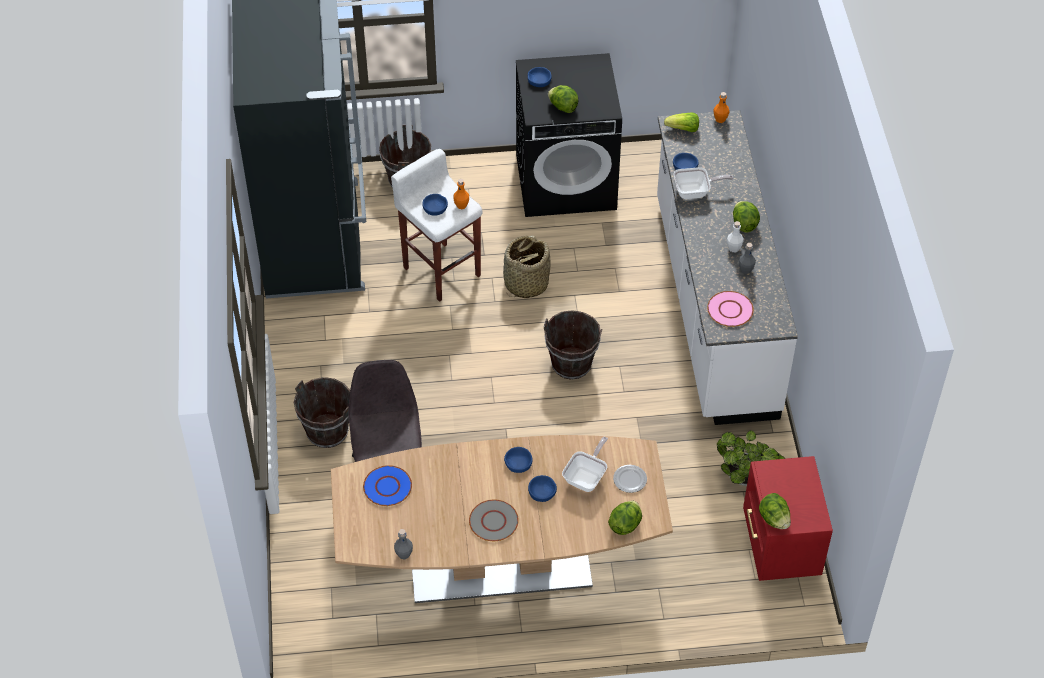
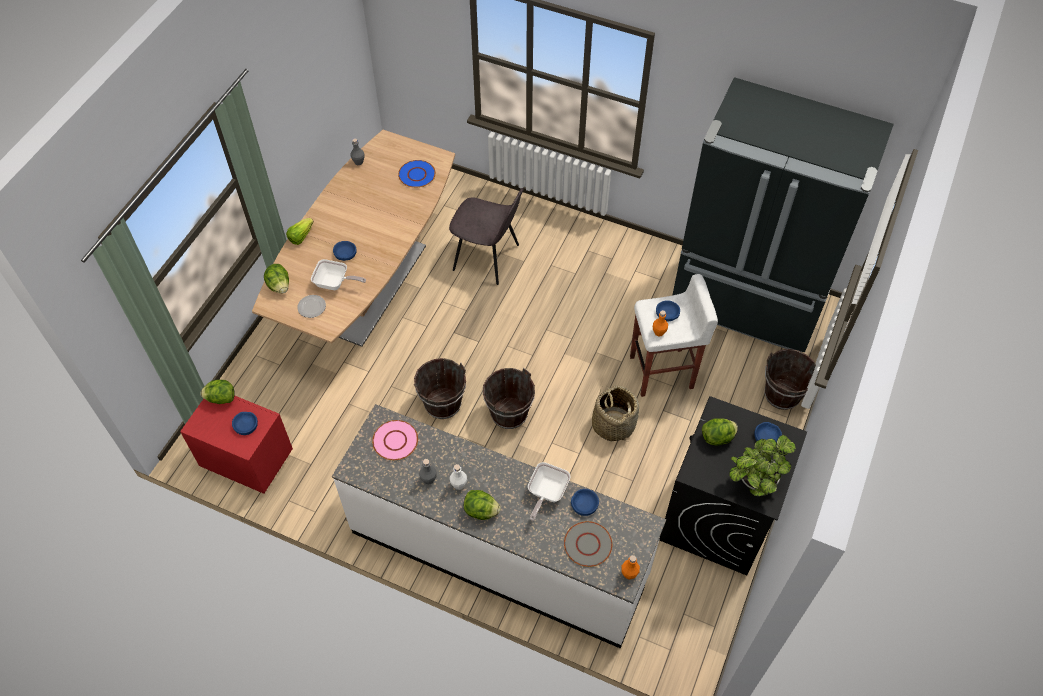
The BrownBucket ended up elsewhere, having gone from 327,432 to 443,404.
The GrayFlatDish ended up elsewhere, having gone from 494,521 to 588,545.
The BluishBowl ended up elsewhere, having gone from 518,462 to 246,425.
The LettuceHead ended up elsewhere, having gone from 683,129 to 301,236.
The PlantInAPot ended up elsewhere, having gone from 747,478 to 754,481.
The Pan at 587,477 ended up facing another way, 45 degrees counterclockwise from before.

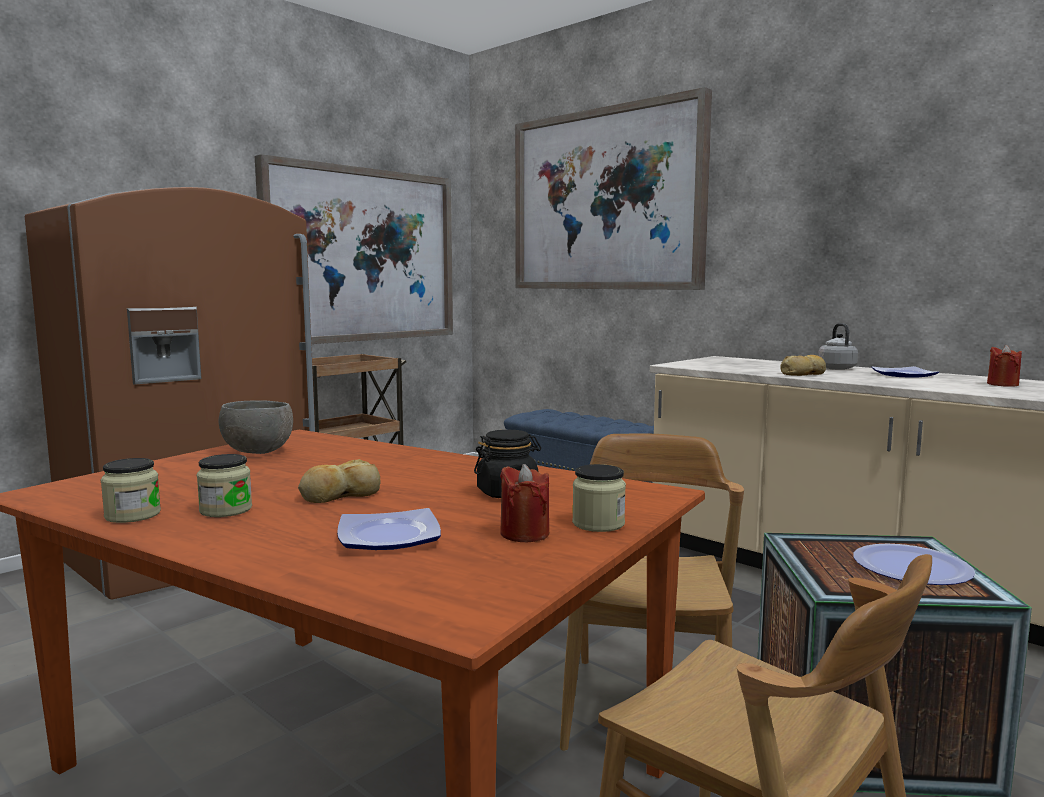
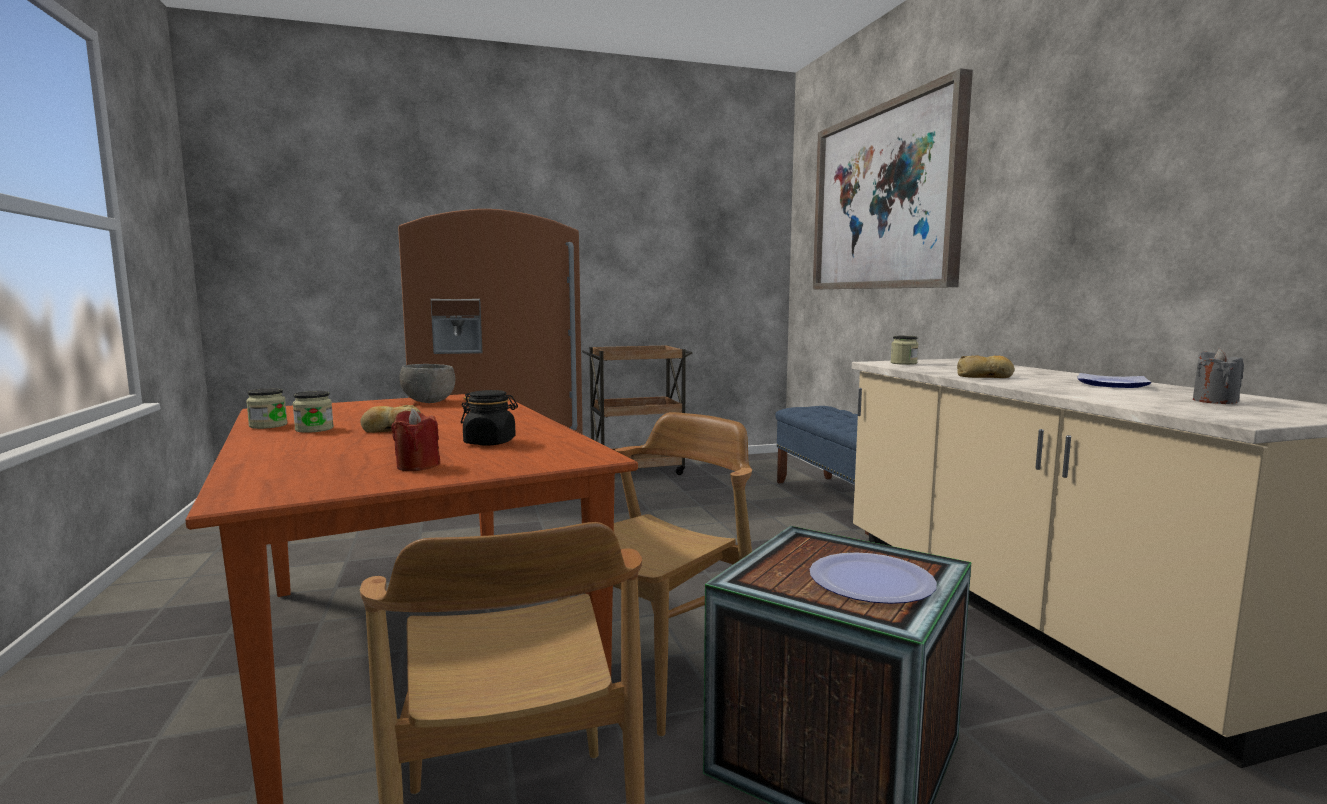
The second view lost the Picture at 362,255.
The second view lost the FlatDish at 387,536.
The second view lost the GrayWaterKettle at 835,368.
The PreserveJar ended up elsewhere, having gone from 598,524 to 903,363.
What was the RedColouredWaxLight at 1002,384 turned into the GrayWaxLight at 1214,401.

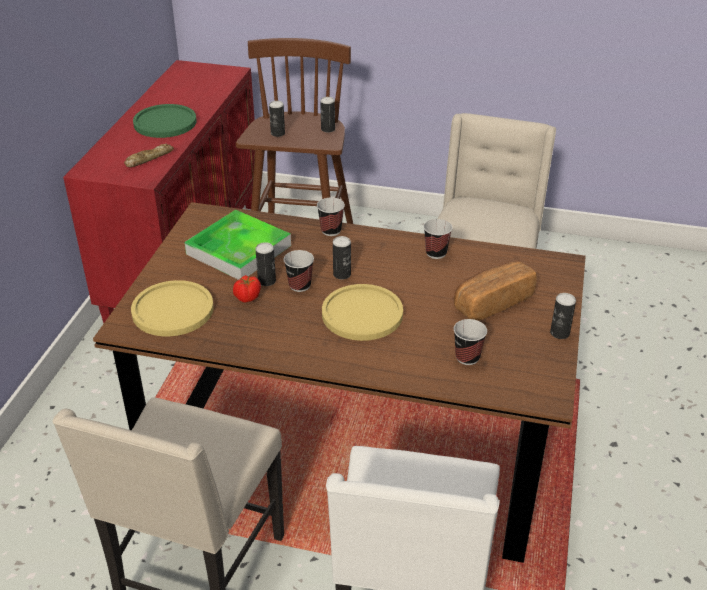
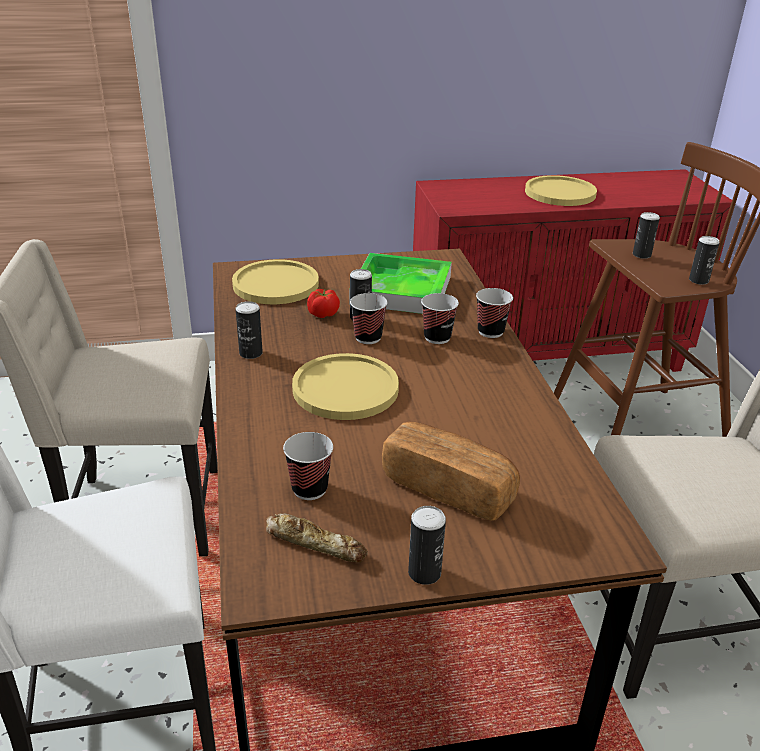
The BakedBread ended up elsewhere, having gone from 148,158 to 315,543.
The Can ended up elsewhere, having gone from 342,274 to 251,353.
The SmallCup ended up elsewhere, having gone from 436,253 to 437,337.
What was the GreenishFlatDish at 165,122 turned into the YellowishFlatDish at 560,193.

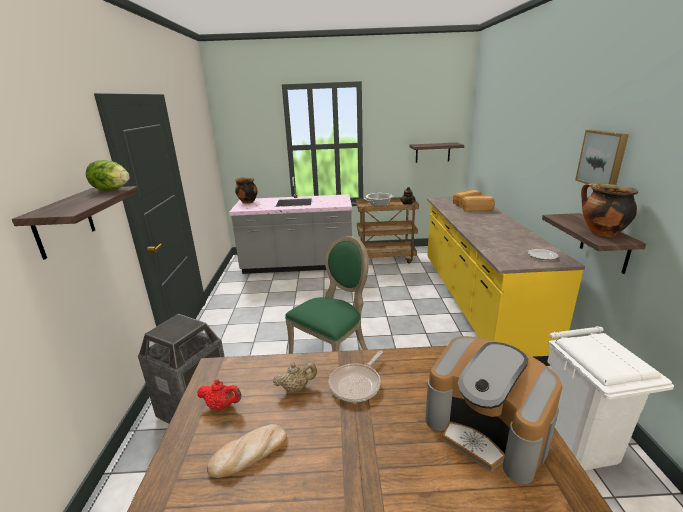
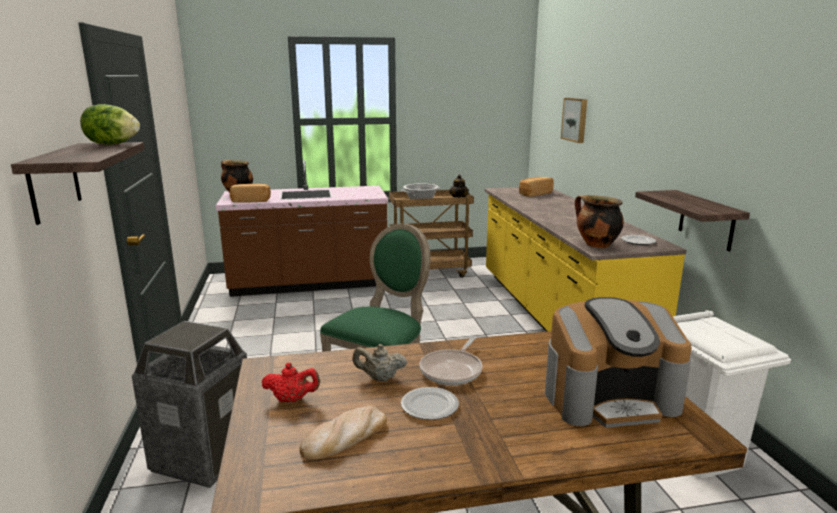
The second view lost the WallShelf at 432,152.
The second view gained the FlatDish at 429,406.
The BakedBread ended up elsewhere, having gone from 476,209 to 251,200.
The Picture ended up elsewhere, having gone from 602,159 to 575,119.
The Saucepot ended up elsewhere, having gone from 601,233 to 596,245.
What was the GrayCounter at 298,265 turned into the BrownCounter at 309,284.
The BeigeColouredTeapot at 296,388 ended up facing another way, 150 degrees counterclockwise from before.
The CoffeeMachine at 486,430 ended up facing another way, 45 degrees counterclockwise from before.

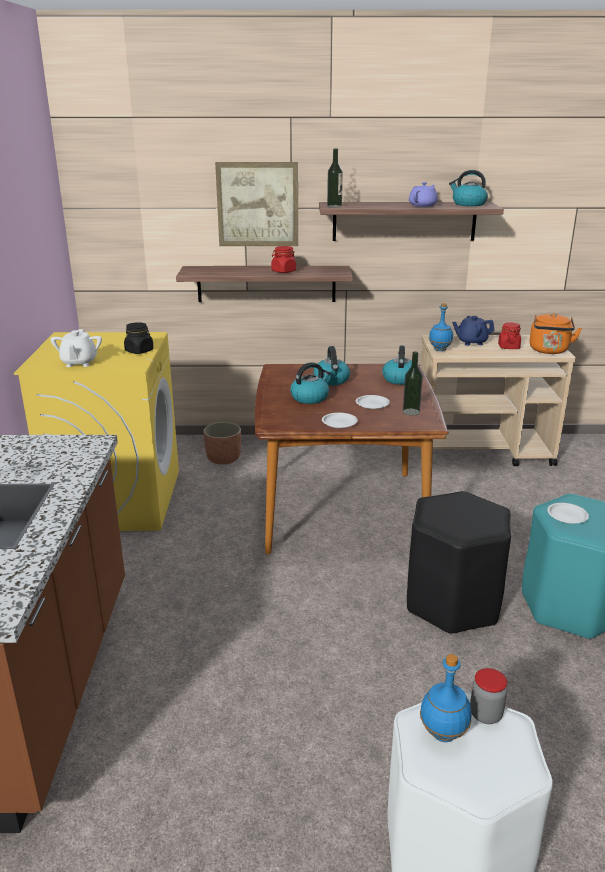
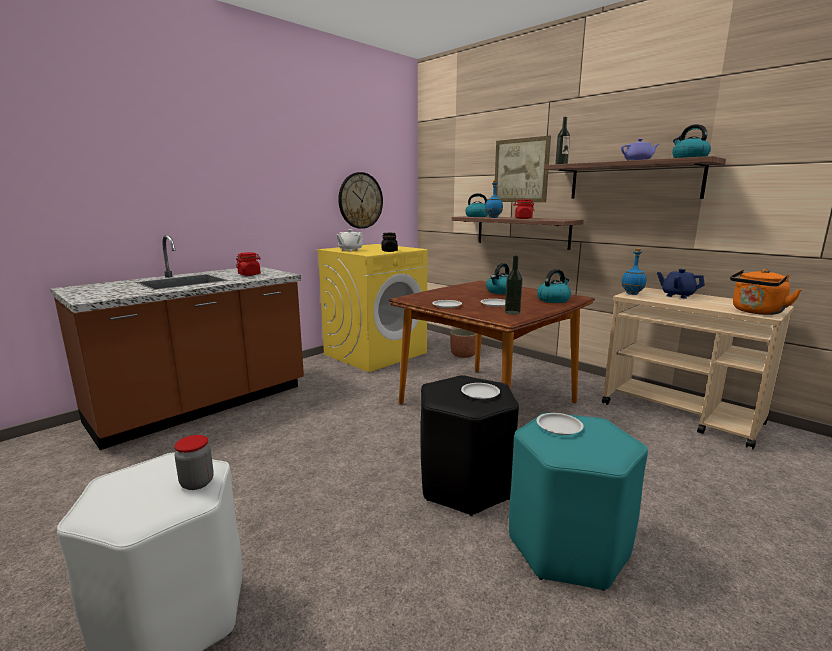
The second view gained the HangingClock at 360,200.
The second view gained the WhitishFlatDish at 480,393.
The WaterKettle ended up elsewhere, having gone from 310,397 to 477,216.
The BluishBeverageBottle ended up elsewhere, having gone from 442,733 to 493,217.
The RedColouredPreserveJar ended up elsewhere, having gone from 508,347 to 249,274.

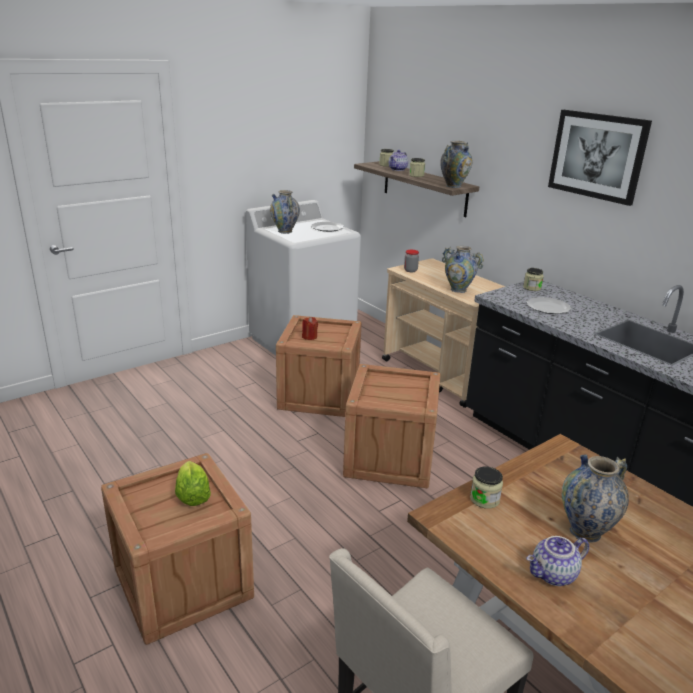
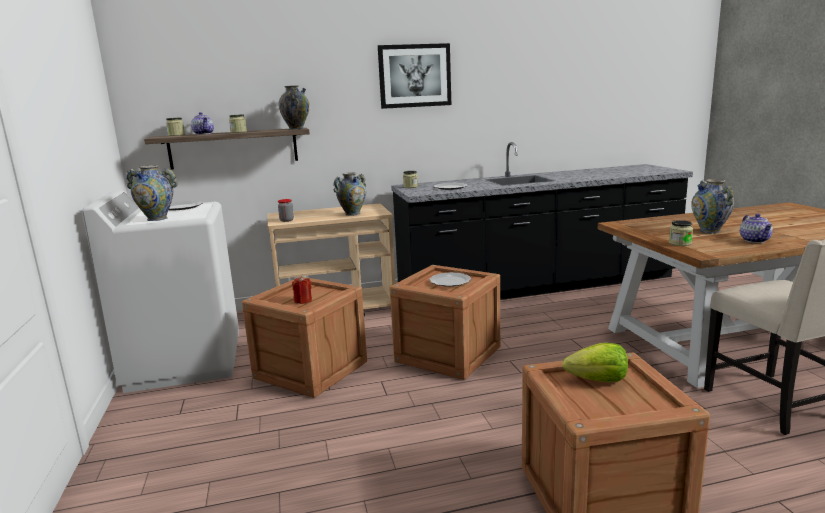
The second view gained the FlatDish at 450,281.

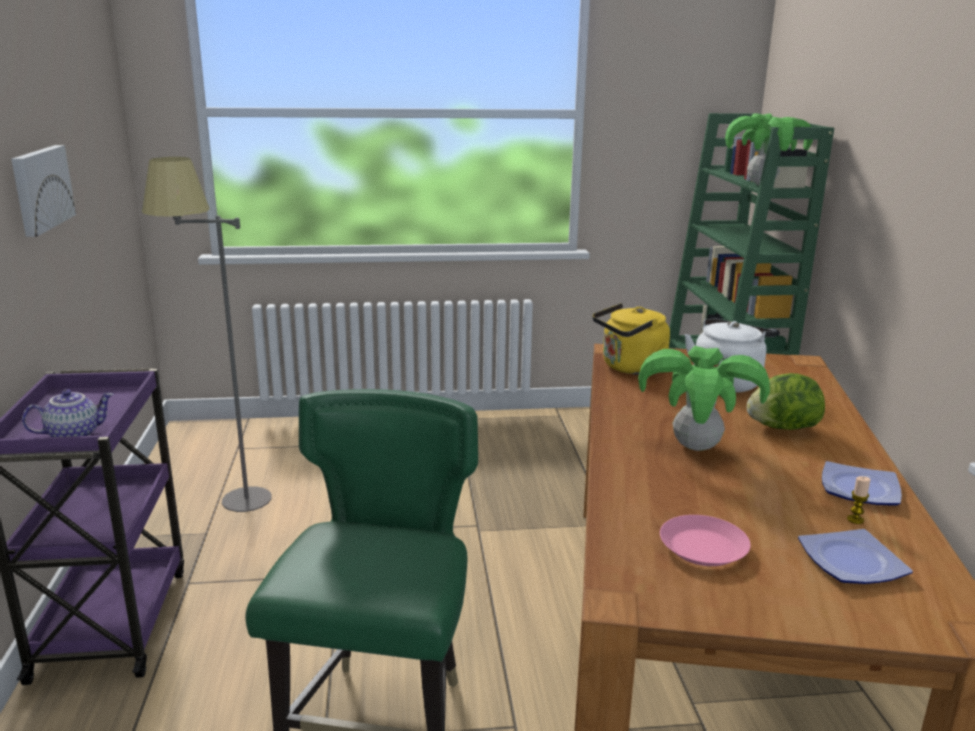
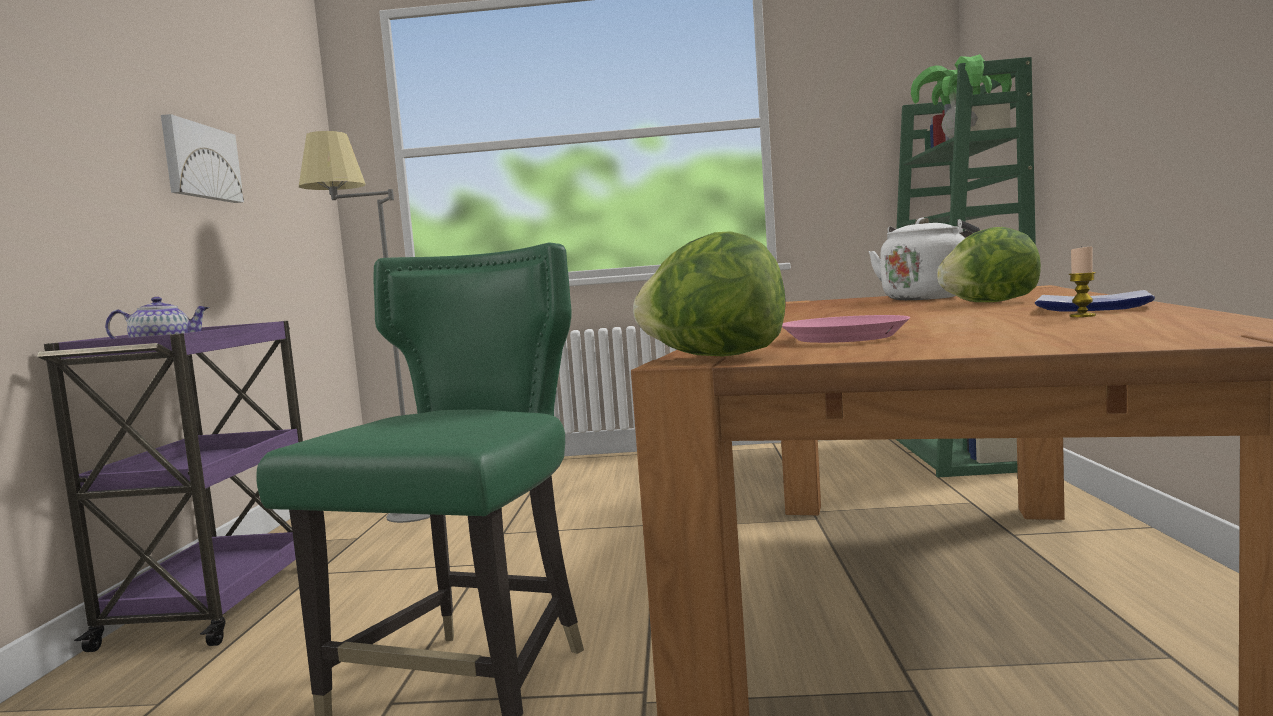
The second view lost the YellowishWaterKettle at 630,368.
The second view lost the PlantInAPot at 696,446.
The second view lost the FlatDish at 849,561.
The second view gained the LettuceHead at 715,356.

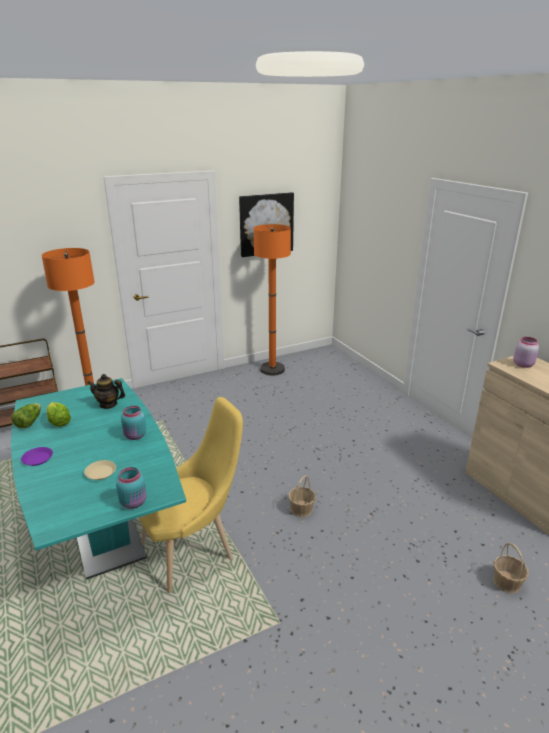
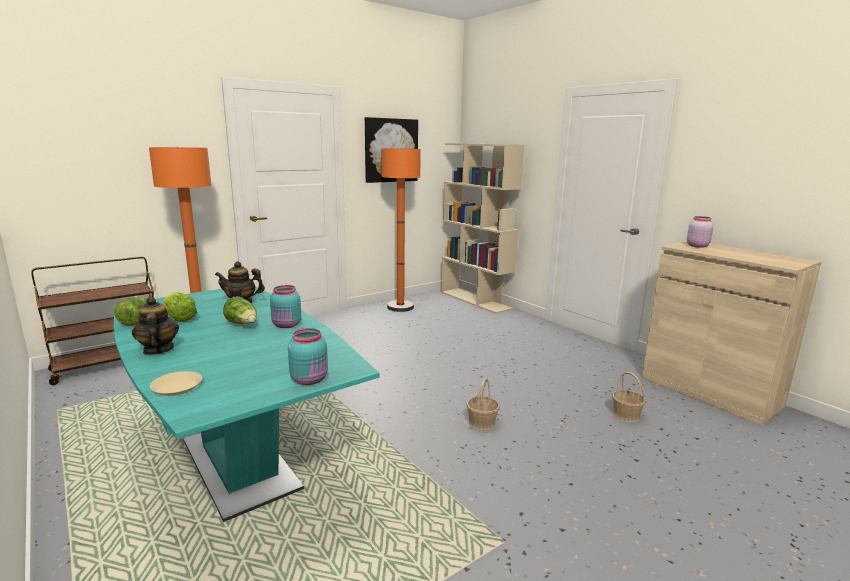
The second view lost the YellowishChair at 193,550.
The second view gained the LettuceHead at 243,324.
The second view gained the BeigeColouredBookcase at 475,300.
The BeigeColouredFlatDish ended up elsewhere, having gone from 100,472 to 176,387.
The HouseholdBasket ended up elsewhere, having gone from 506,583 to 626,415.
Where the PurpleFlatDish stood at 37,459, the Teapot came to stand at 158,350.

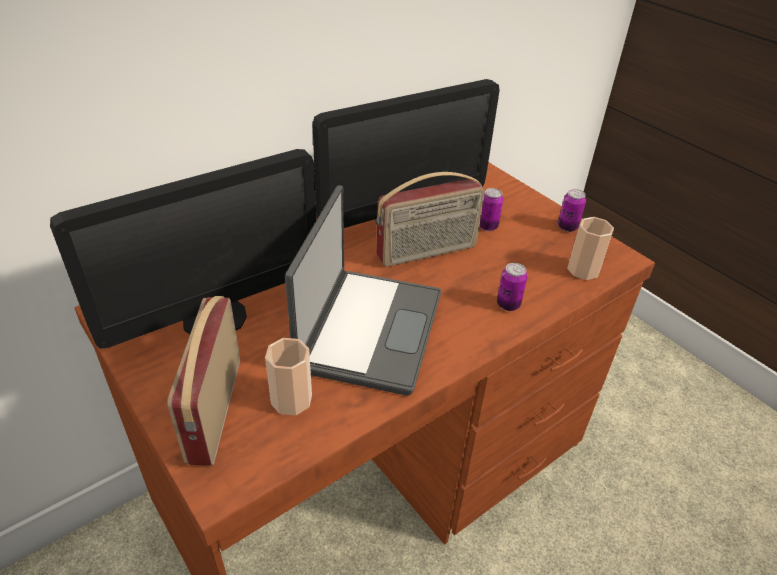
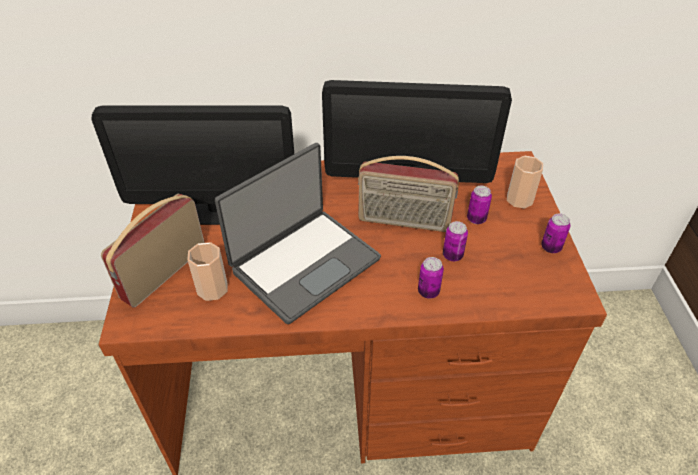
The second view gained the Can at 452,255.
The SmallCup ended up elsewhere, having gone from 583,270 to 519,199.

